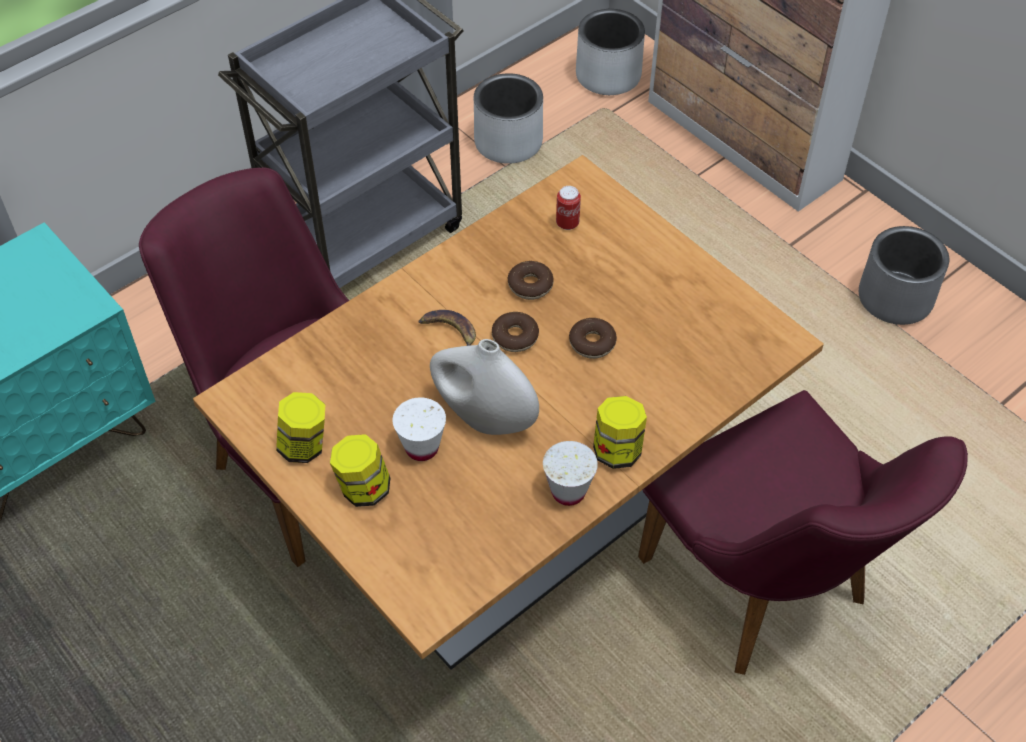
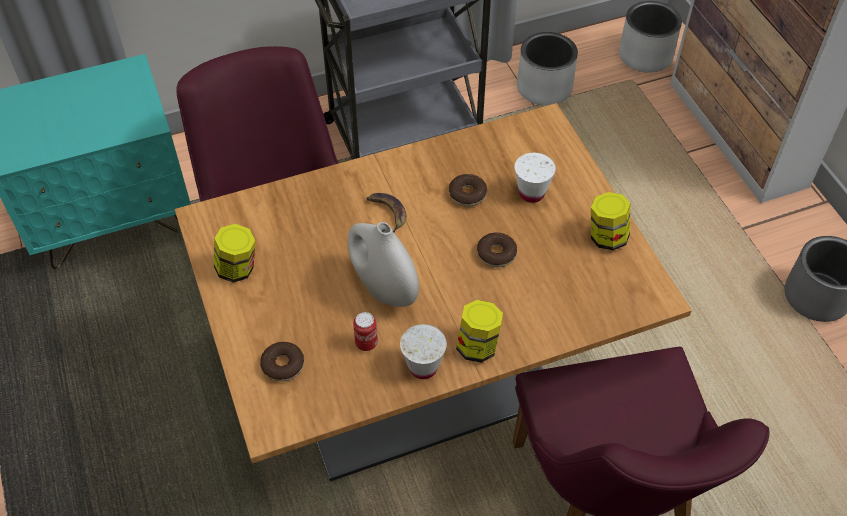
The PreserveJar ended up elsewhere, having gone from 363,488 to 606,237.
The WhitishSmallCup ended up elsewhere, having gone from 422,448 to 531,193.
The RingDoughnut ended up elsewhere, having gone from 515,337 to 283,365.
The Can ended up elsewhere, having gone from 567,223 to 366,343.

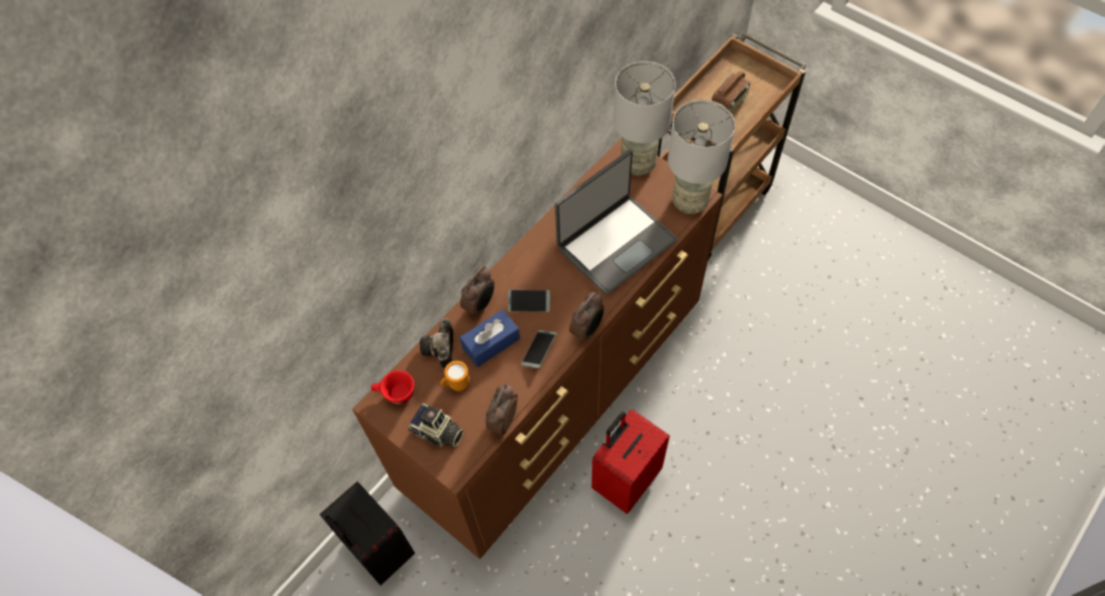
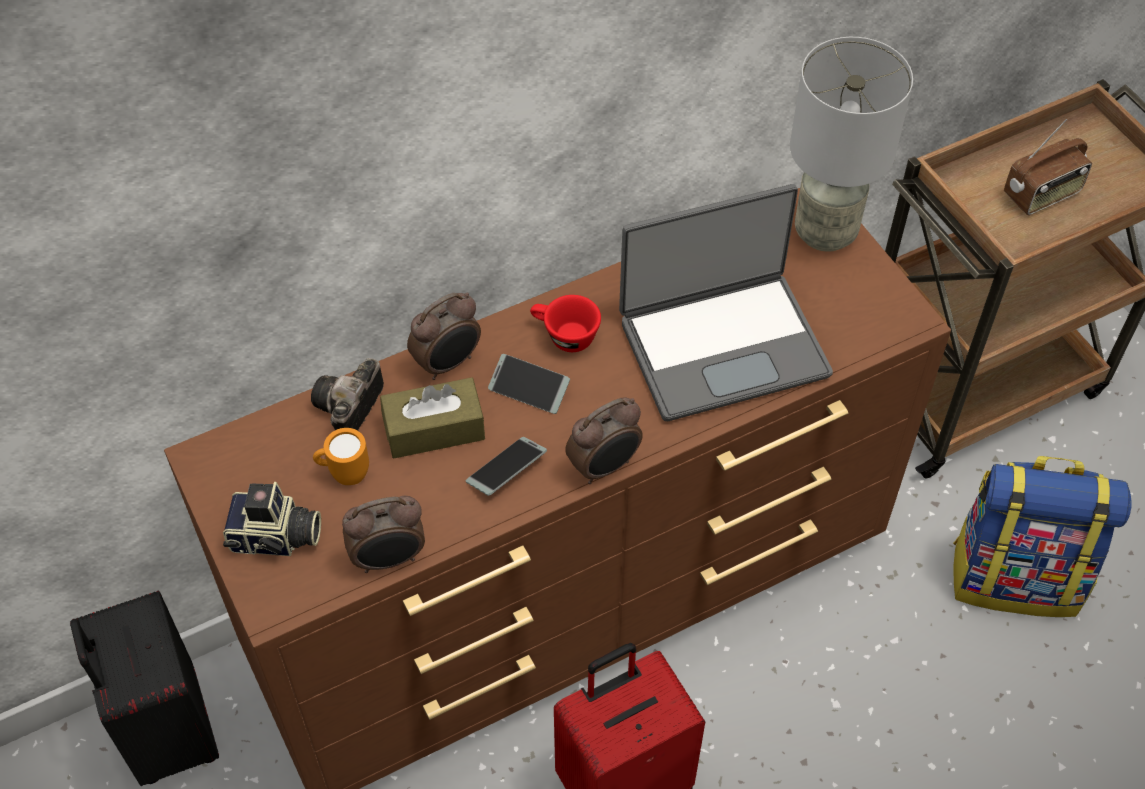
The second view lost the GrayTabletopLamp at 690,202.
The second view gained the Backpack at 1016,577.
The RedColouredSmallCup ended up elsewhere, having gone from 395,394 to 564,336.
What was the BluishTissueBox at 491,343 turned into the BrownTissueBox at 434,429.
The PhotoCamera at 438,433 ended up facing another way, 45 degrees counterclockwise from before.
The AlarmClock at 502,421 ended up facing another way, 150 degrees counterclockwise from before.

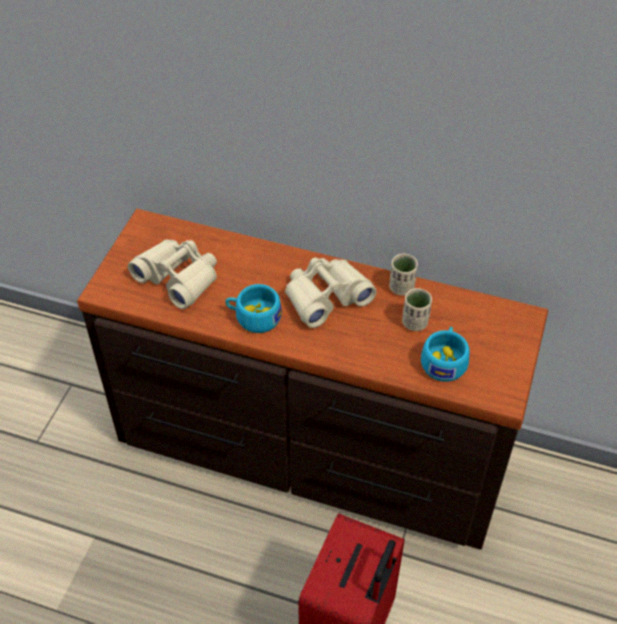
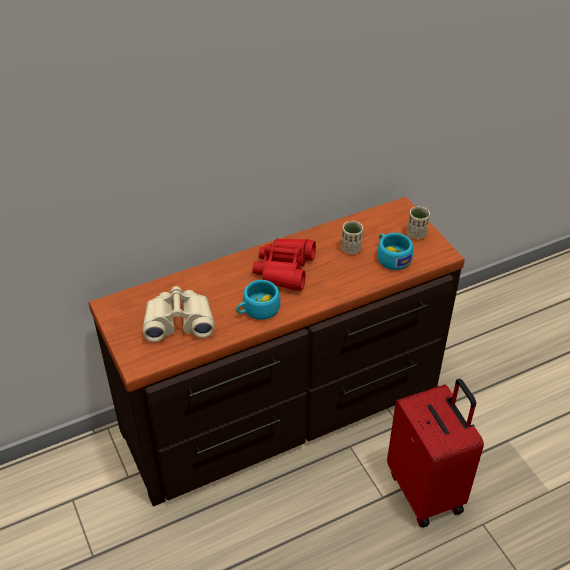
The BeigeColouredSmallCup ended up elsewhere, having gone from 401,288 to 416,234.
What was the BeigeColouredBinoculars at 326,297 turned into the RedColouredBinoculars at 284,269.

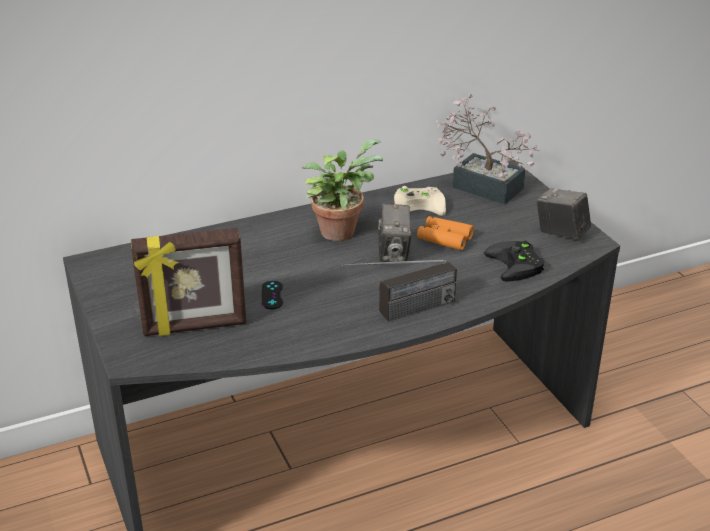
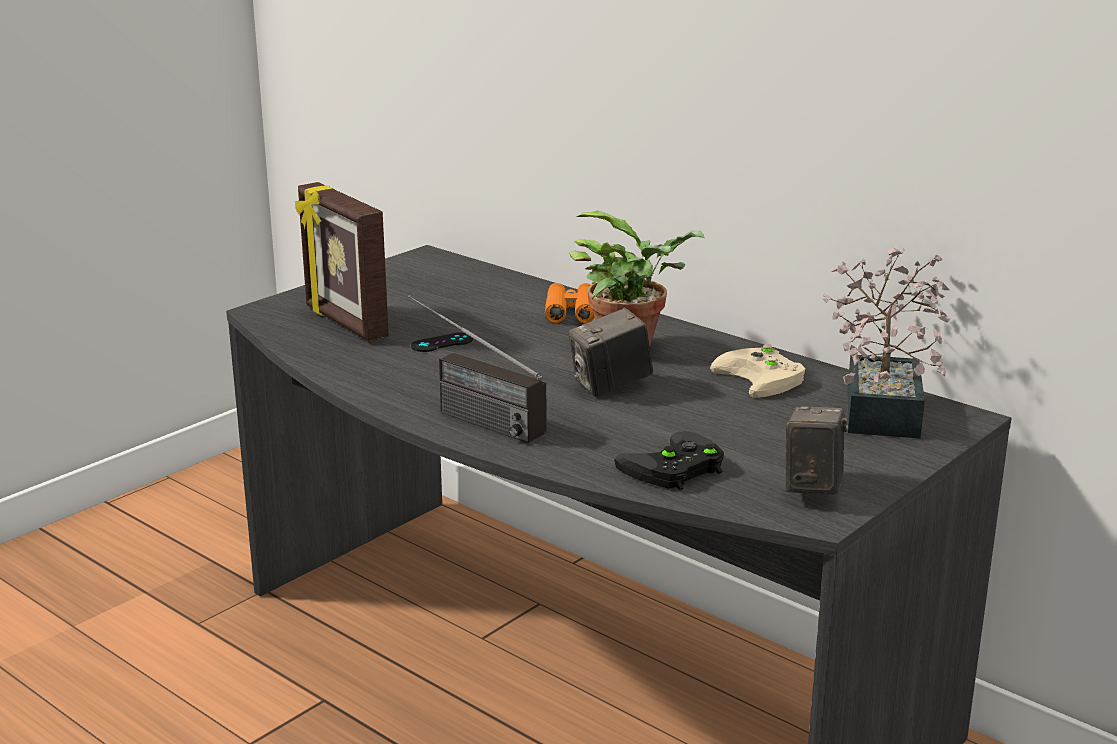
The OrangeBinoculars ended up elsewhere, having gone from 444,238 to 570,311.

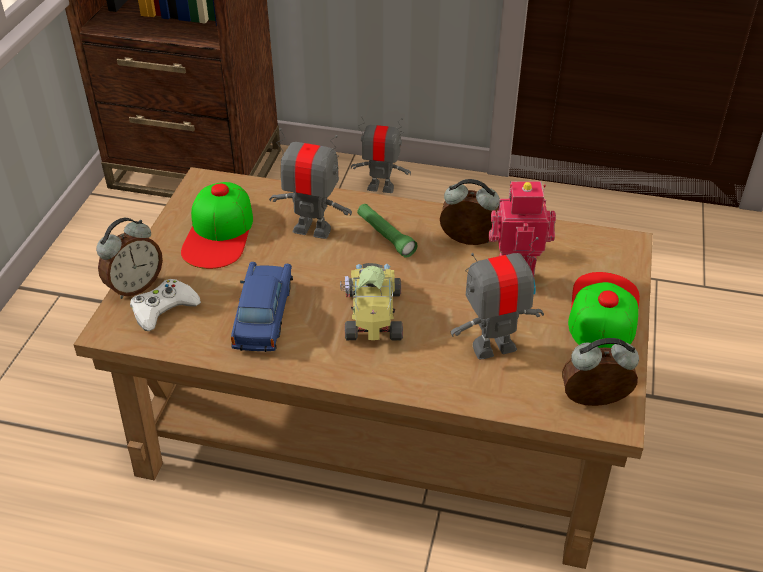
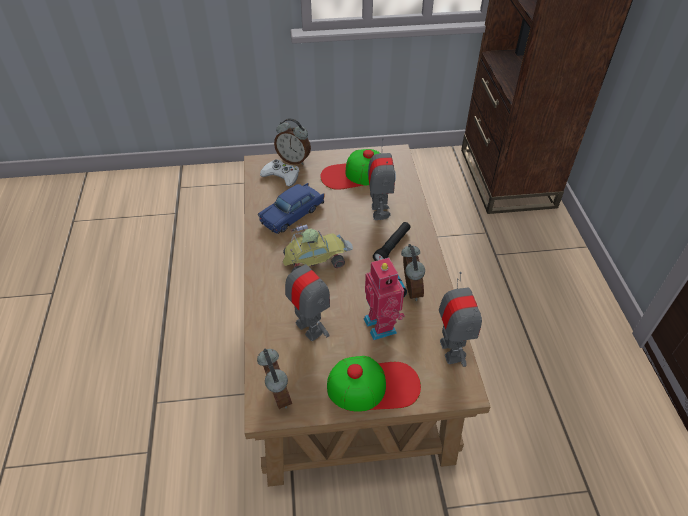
The RobotFigure ended up elsewhere, having gone from 381,187 to 451,350.
What was the GreenishHandTorch at 385,236 turned into the BlackishHandTorch at 392,246.
The BluishModelCar at 263,315 ended up facing another way, 150 degrees clockwise from before.

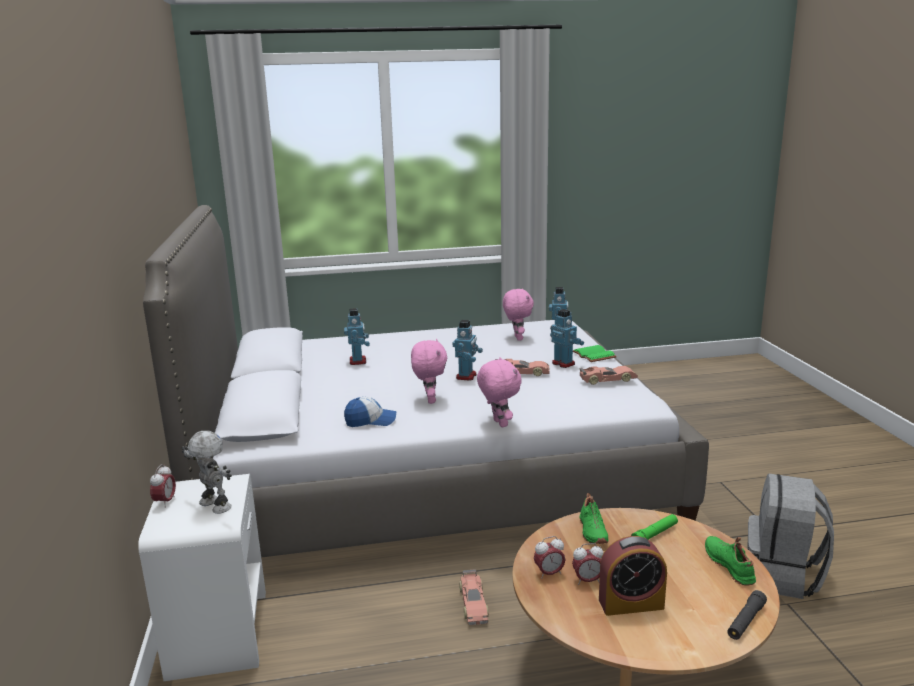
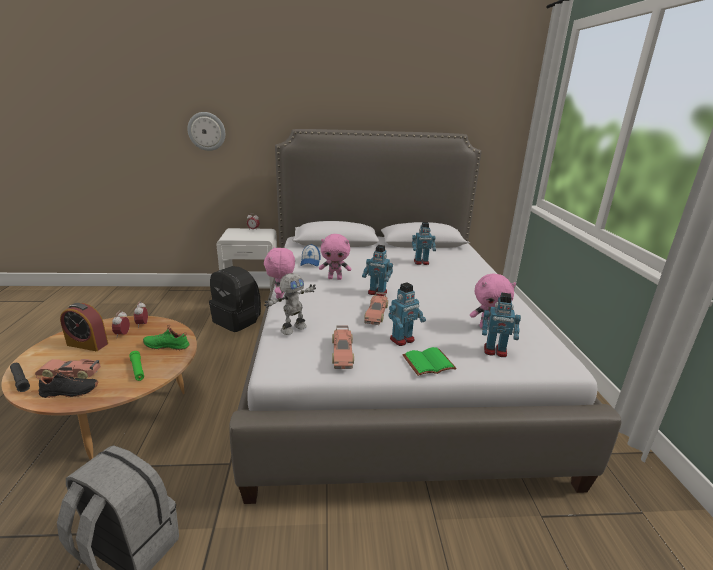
The second view gained the HangingClock at 206,131.
The second view gained the BlackishBackpack at 237,320.
The RobotFigure ended up elsewhere, having gone from 214,506 to 293,328.
The ModelCar ended up elsewhere, having gone from 473,603 to 70,373.
What was the GreenishShoe at 730,566 turned into the BlackishShoe at 69,392.
The PinkishSoftToy at 498,423 ended up facing another way, 105 degrees clockwise from before.
The AlarmClock at 631,604 ended up facing another way, 75 degrees counterclockwise from before.

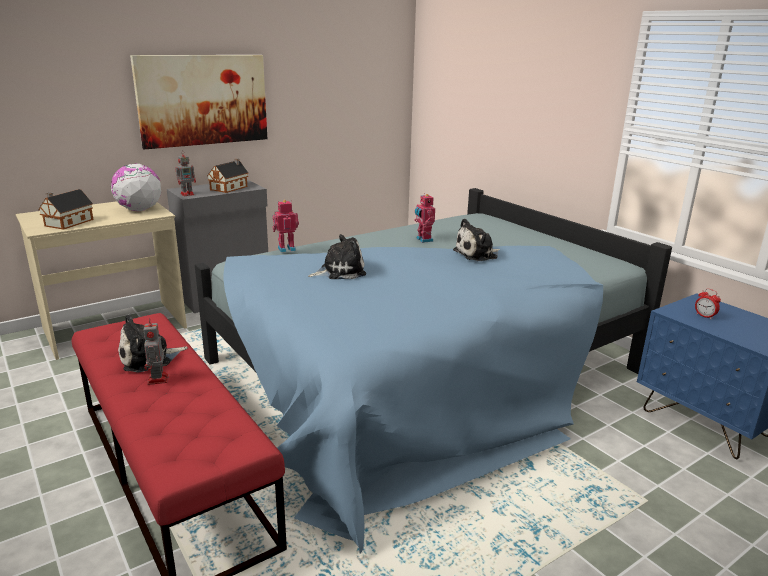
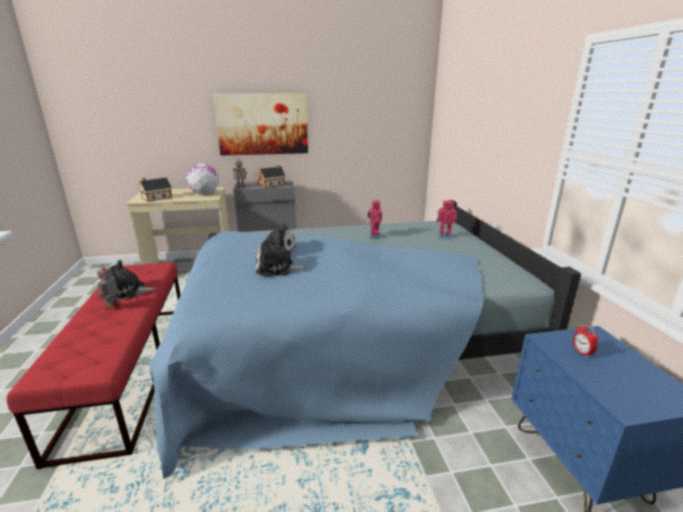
The RobotFigure ended up elsewhere, having gone from 286,249 to 444,236.
The SoftToy ended up elsewhere, having gone from 477,254 to 278,269.

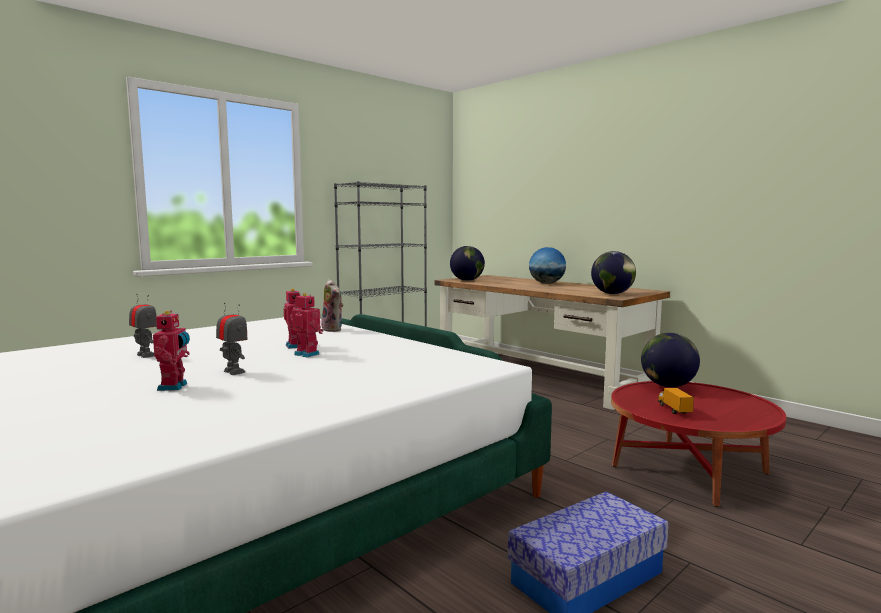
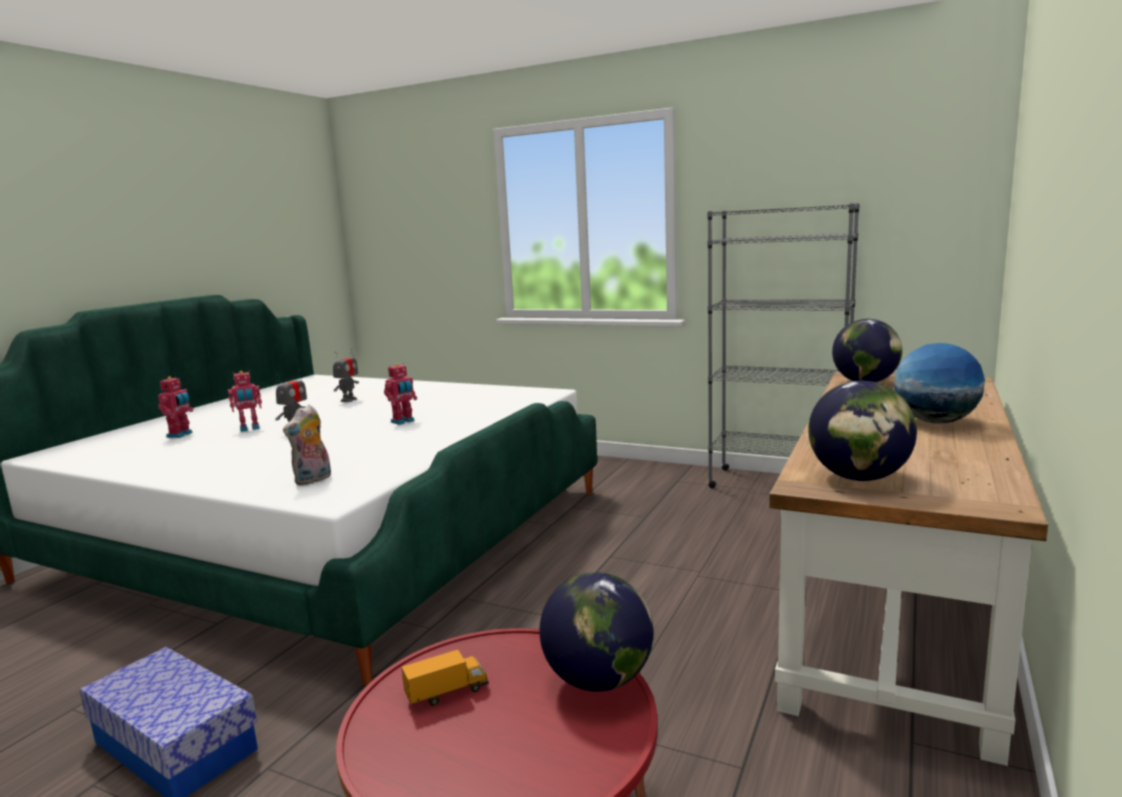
The RobotFigure ended up elsewhere, having gone from 308,354 to 181,435.
The SoftToy ended up elsewhere, having gone from 334,329 to 313,480.

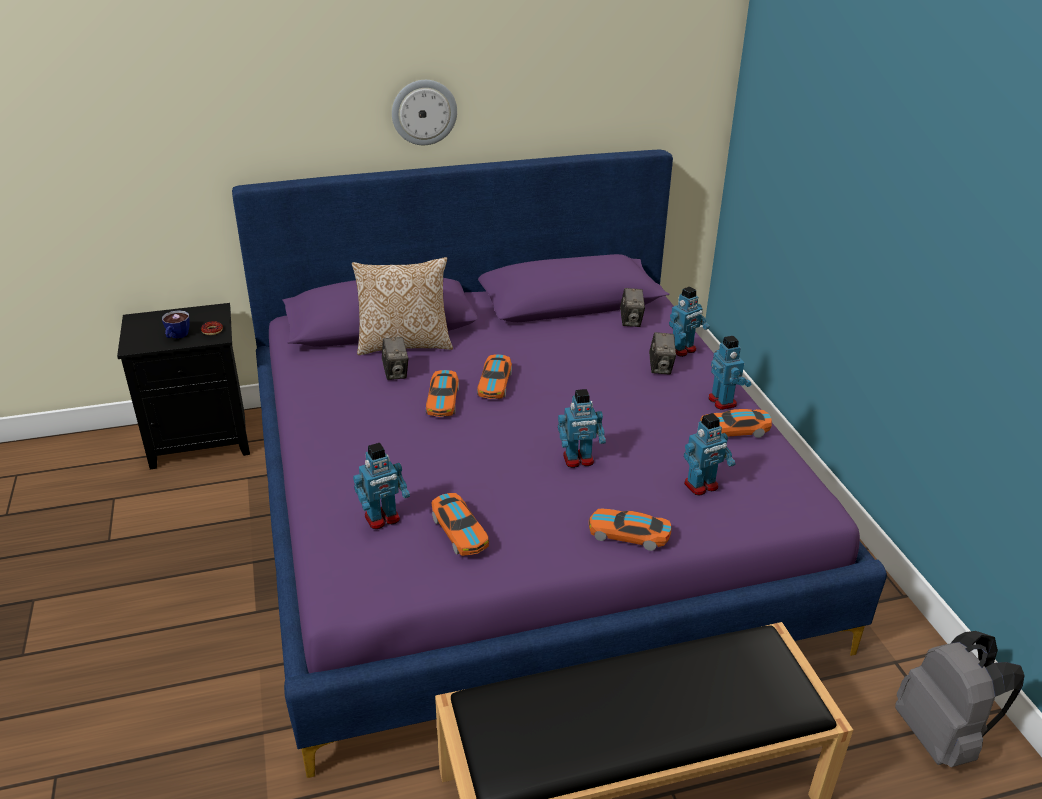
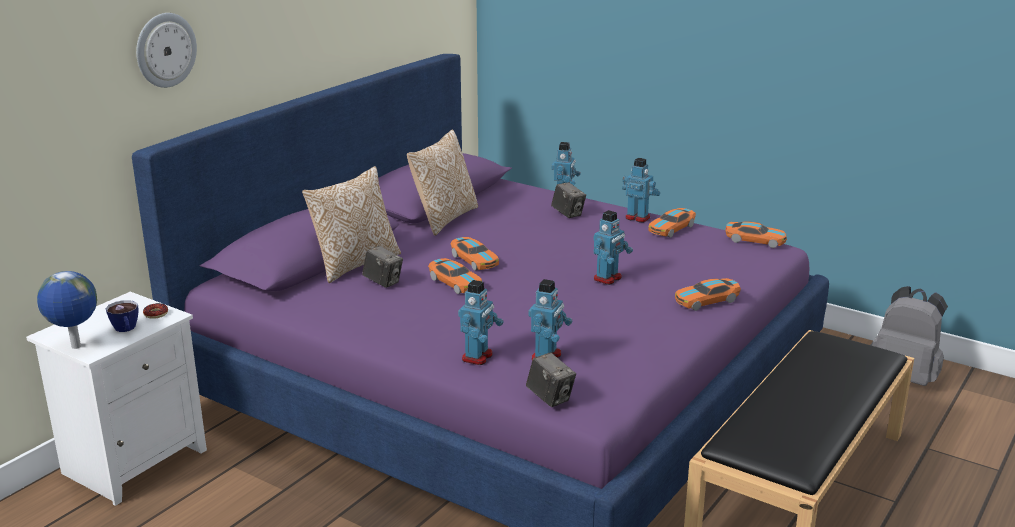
The second view gained the WorldGlobe at 75,347.
The second view gained the Cushion at 444,219.
The HangingClock ended up elsewhere, having gone from 424,112 to 165,50.
The ModelCar ended up elsewhere, having gone from 459,531 to 755,240.
The PhotoCamera ended up elsewhere, having gone from 631,321 to 550,398.
The RobotFigure ended up elsewhere, having gone from 701,486 to 478,357.
What was the BlackishNightTable at 202,439 turned into the WhitishNightTable at 134,461.

